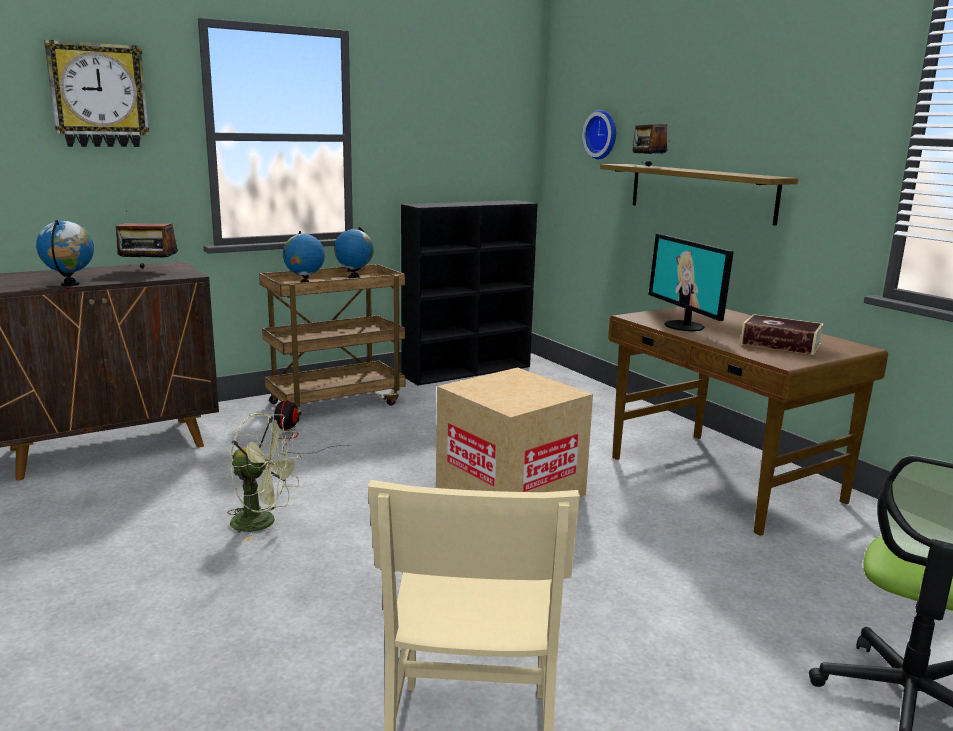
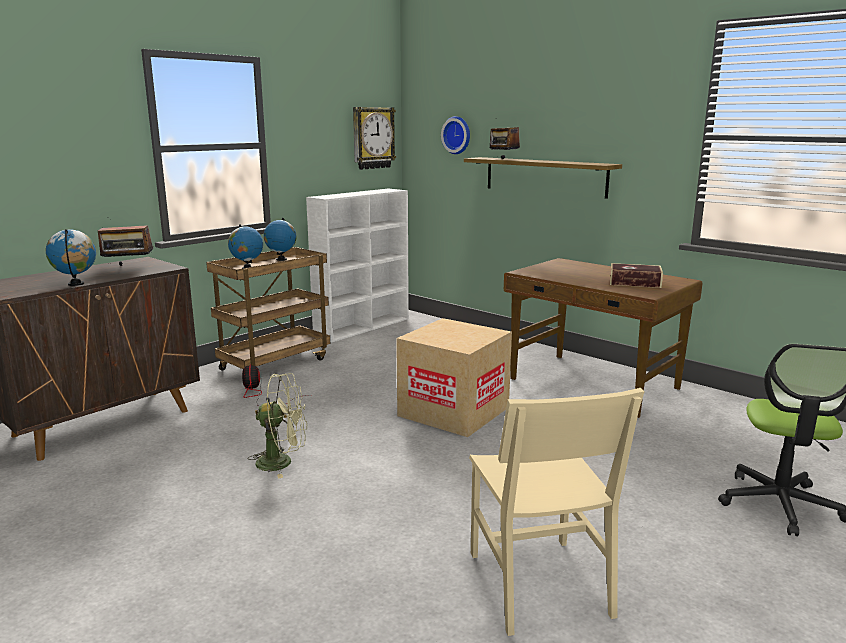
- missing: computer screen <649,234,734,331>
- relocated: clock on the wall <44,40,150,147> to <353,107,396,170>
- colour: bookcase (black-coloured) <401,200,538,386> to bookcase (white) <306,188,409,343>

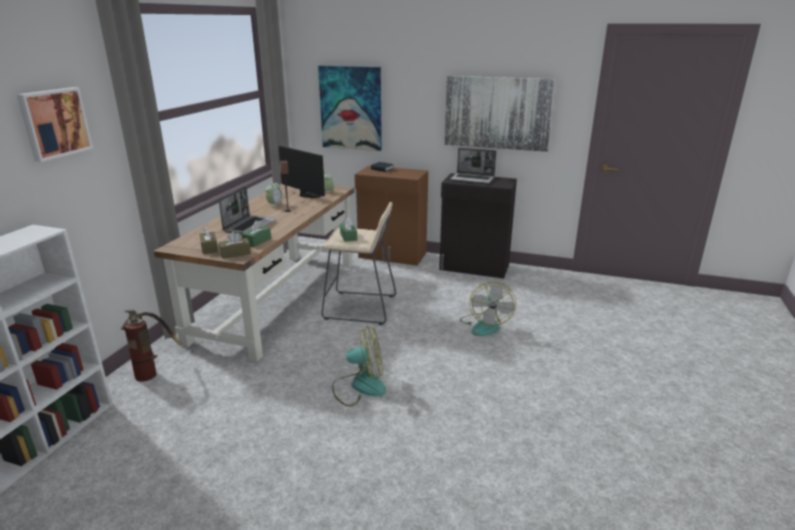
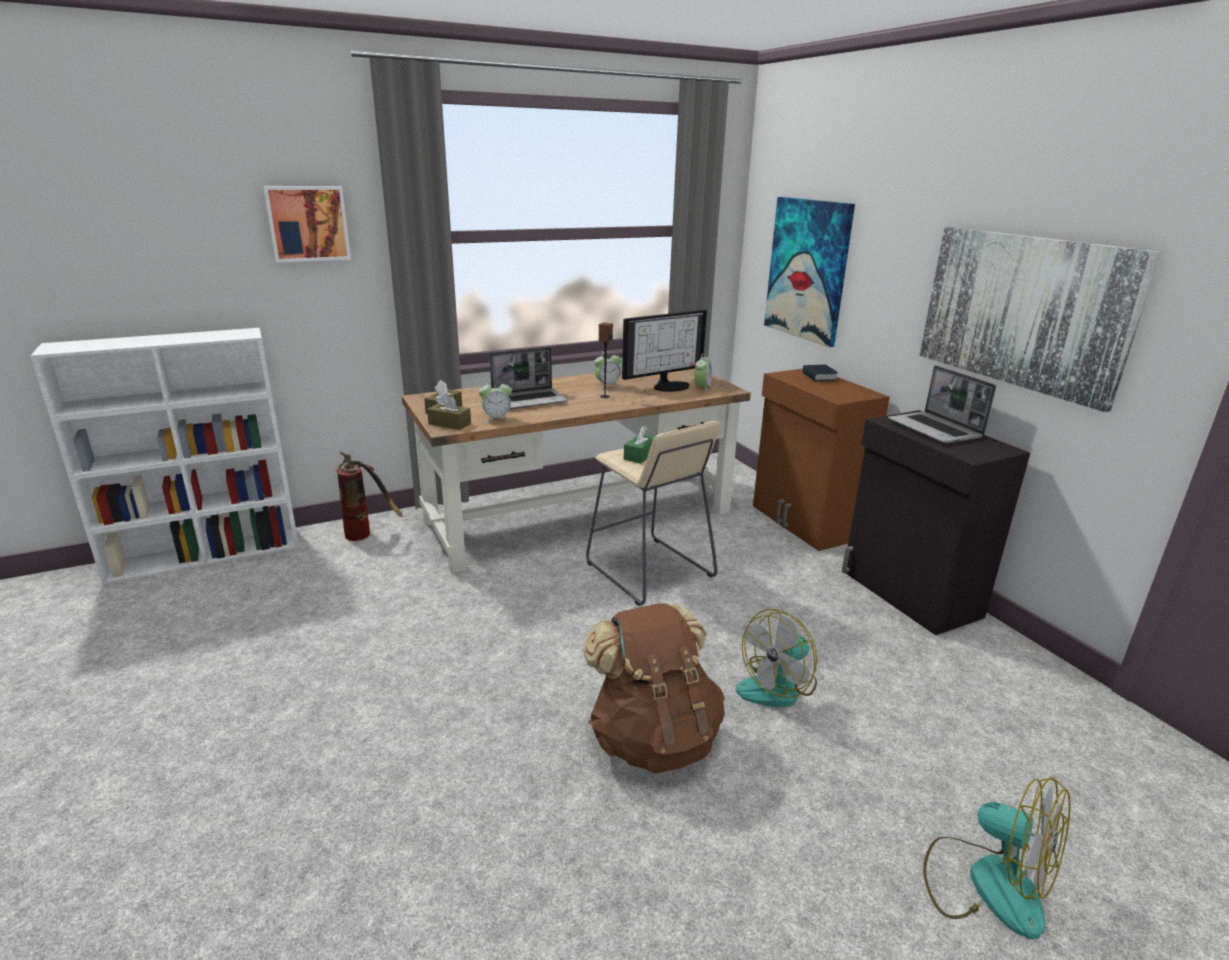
- appeared: rucksack (brownish) <583,603,725,773>
- relocated: fan <332,326,386,406> to <923,777,1070,939>
- exchanged: box of tissues (green) <242,220,271,247> to table clock <479,379,512,423>
- spun: computer screen <278,146,325,198> = <622,310,707,392> 60 degrees clockwise

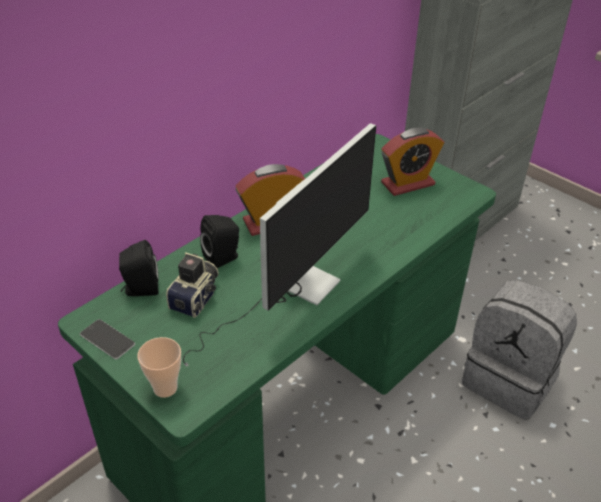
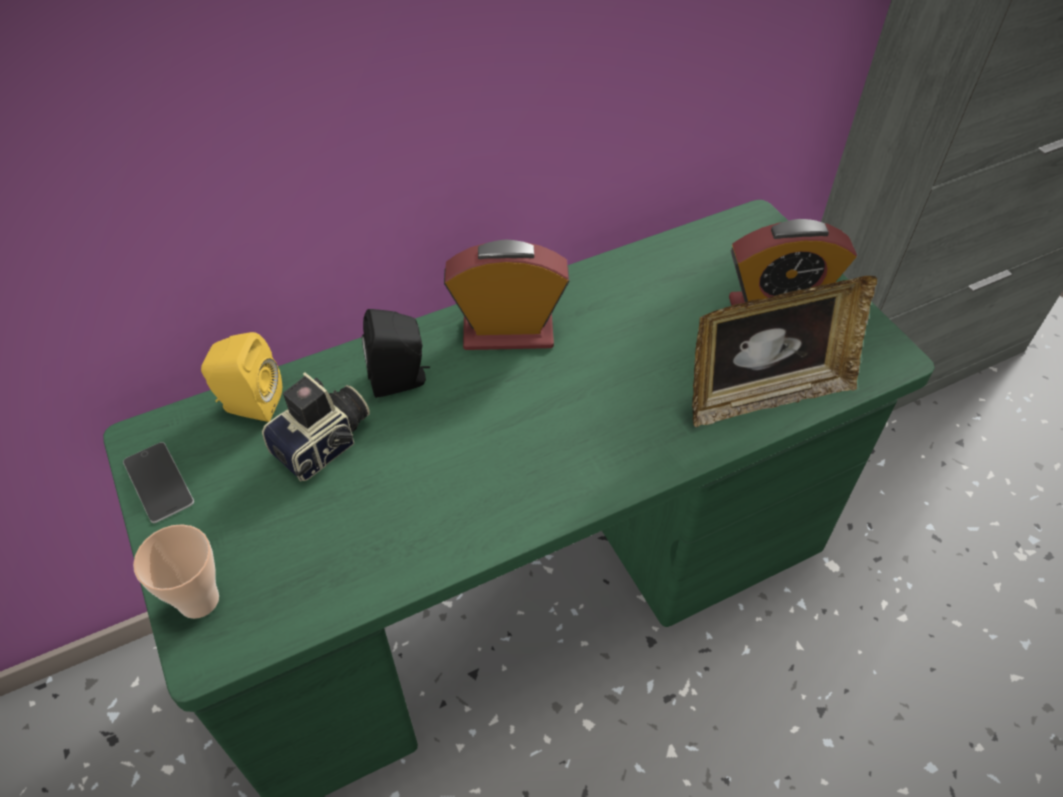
- missing: computer screen <183,123,376,366>
- missing: rucksack (gray) <462,280,577,420>
- appeared: picture frame <692,276,877,427>
- colour: audio speaker (black-coloured) <119,240,159,296> to audio speaker (yellow-coloured) <201,332,282,422>

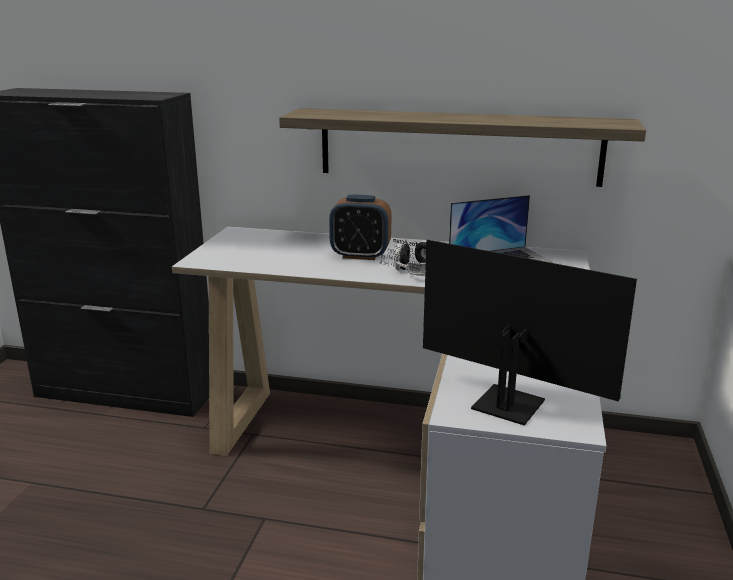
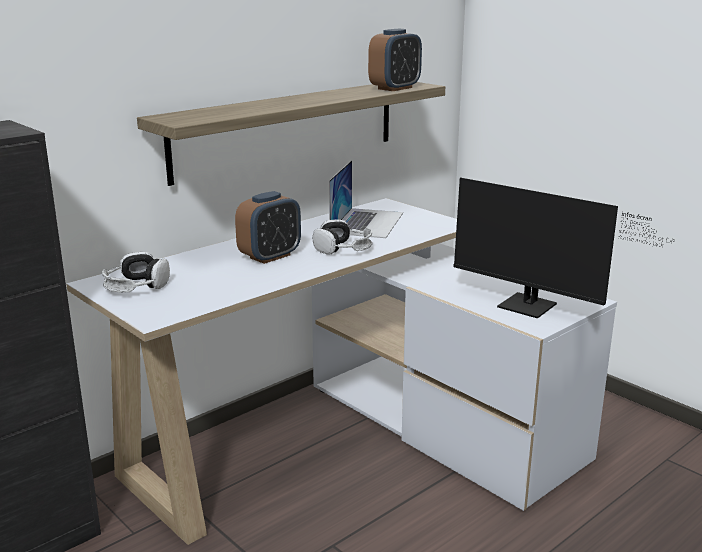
- appeared: headphones <102,252,170,292>
- appeared: table clock <368,29,422,91>
- spun: computer screen <371,239,637,426> = <453,178,675,319> 120 degrees counterclockwise

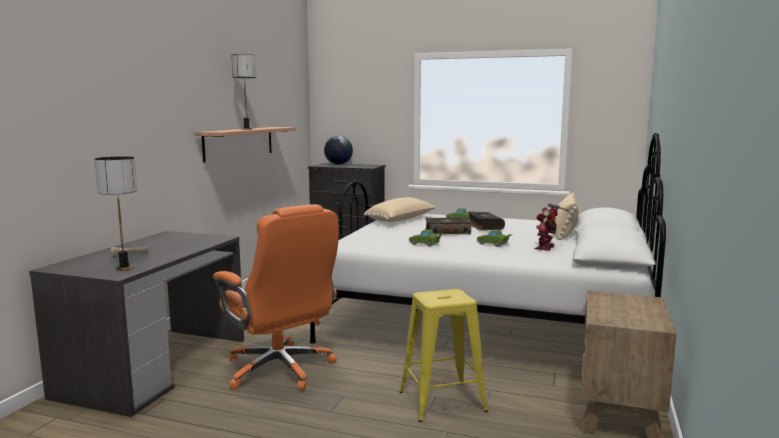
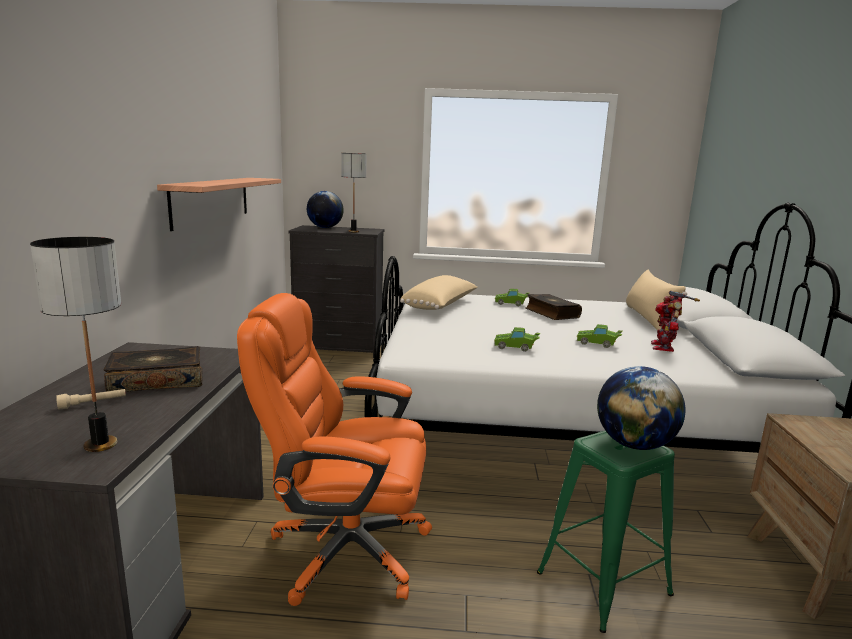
- appeared: world globe <597,366,685,450>
- relocated: table lamp <232,54,257,130> to <341,153,366,233>
- relocated: book <425,217,471,234> to <103,346,202,392>
- colour: stool (yellow-coloured) <399,289,488,422> to stool (green) <537,431,675,633>
- spun: desk chair (orangey) <213,204,339,390> = <237,293,432,606> 150 degrees clockwise

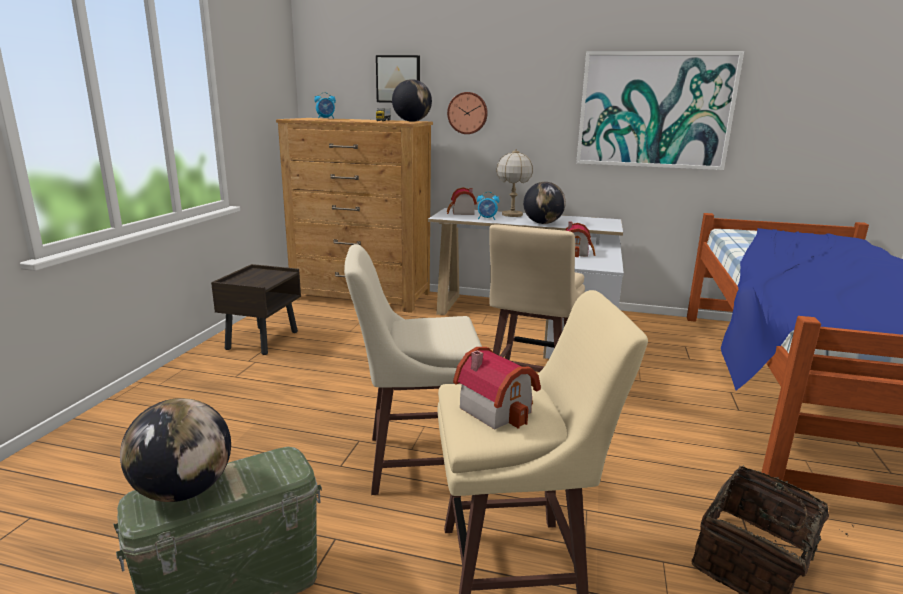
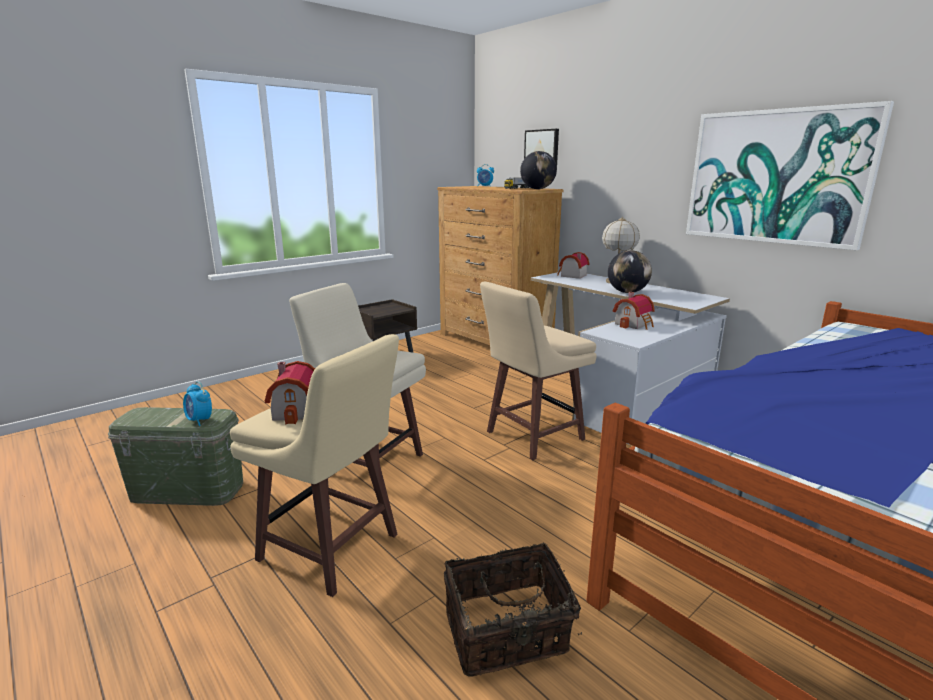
- missing: world globe <120,398,231,502>
- missing: clock on the wall <447,92,488,134>
- relocated: table clock <477,192,499,220> to <183,381,212,426>

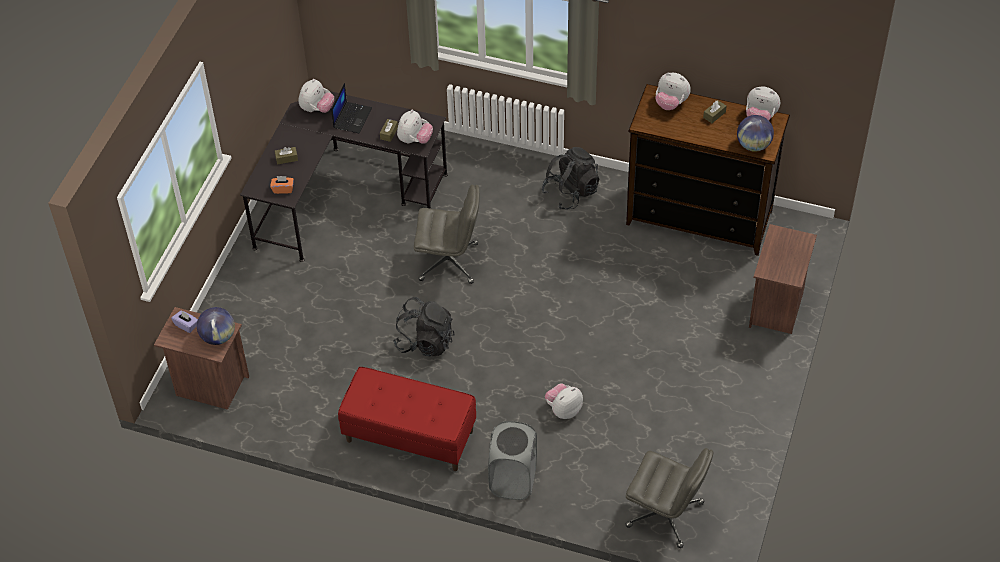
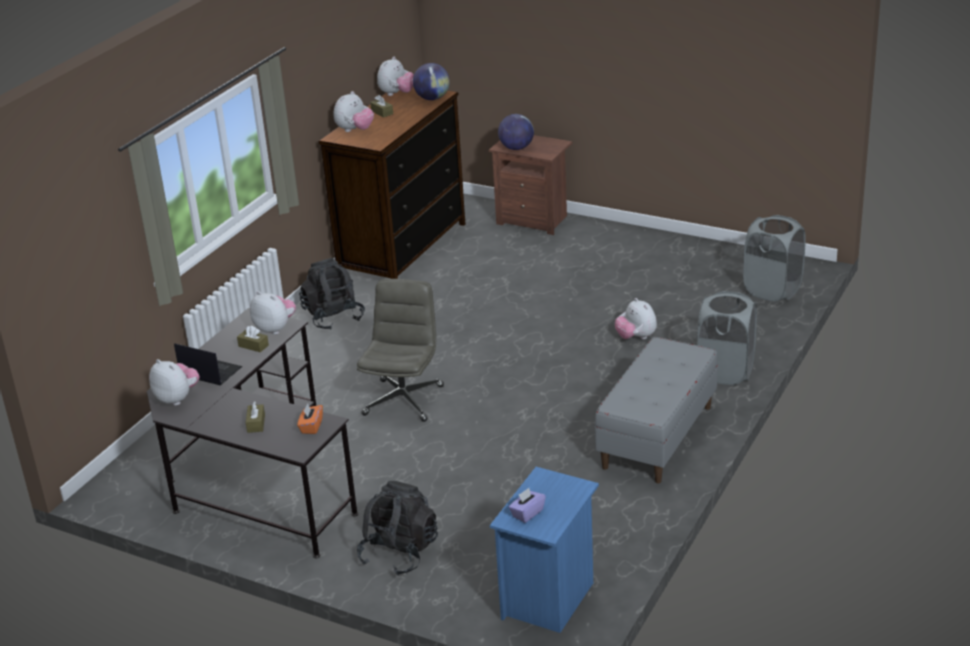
- relocated: world globe <197,307,235,345> to <498,114,534,150>
- relocated: rucksack (black-coloured) <393,297,455,356> to <357,481,438,576>
- exchanged: desk chair (gray) <625,448,713,548> to laundry basket (gray) <743,215,806,302>
- colour: bedside table (brownish) <154,307,249,410> to bedside table (blue) <490,467,599,633>
- colour: bench (red) <338,367,476,471> to bench (gray) <595,337,718,483>

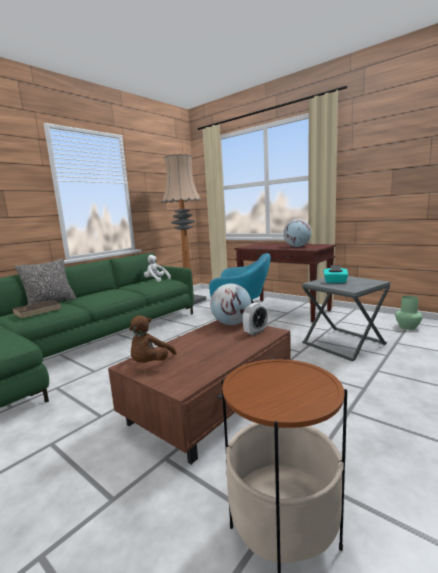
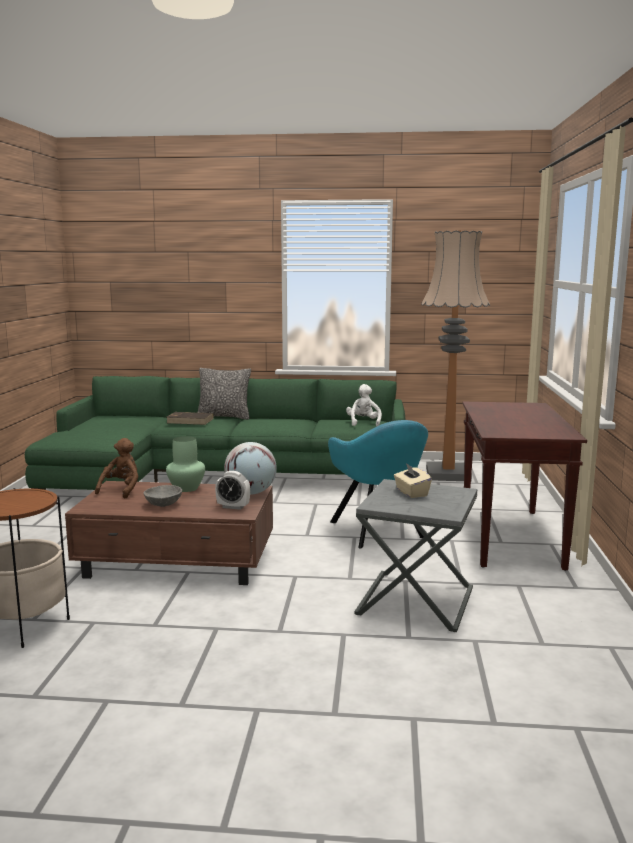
- missing: world globe <283,219,311,247>
- appeared: bowl (gray) <144,485,182,507>
- relocated: decorative vase (green) <395,296,423,330> to <166,436,205,492>
- colour: box of tissues (blue-green) <323,265,348,283> to box of tissues (beige-coloured) <394,463,432,498>
- spun: soft toy (brownish) <129,315,177,363> = <95,438,139,499> 120 degrees clockwise

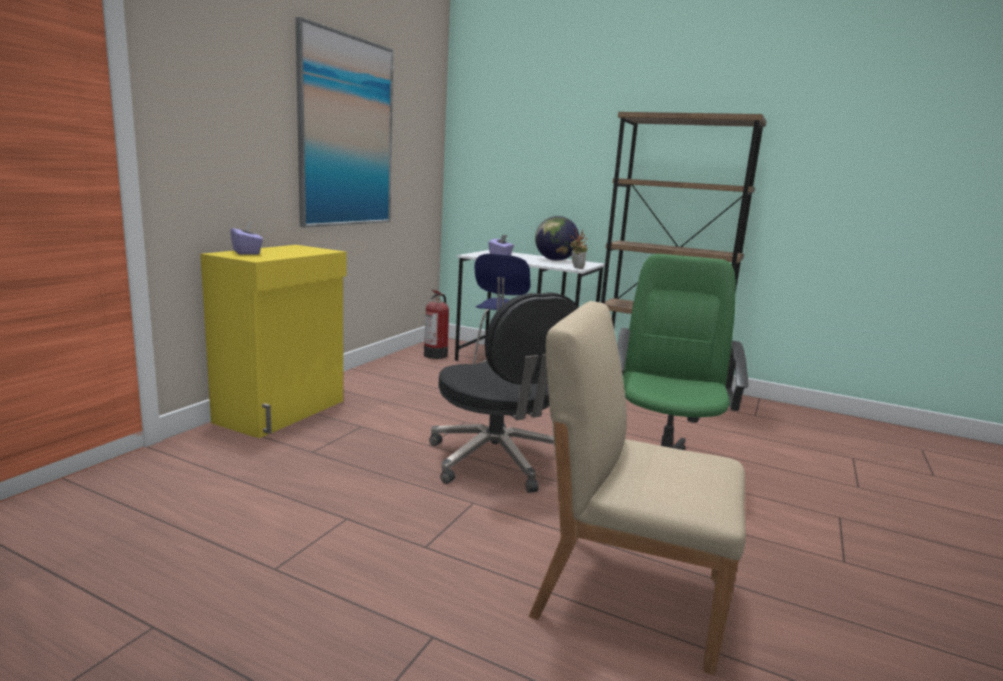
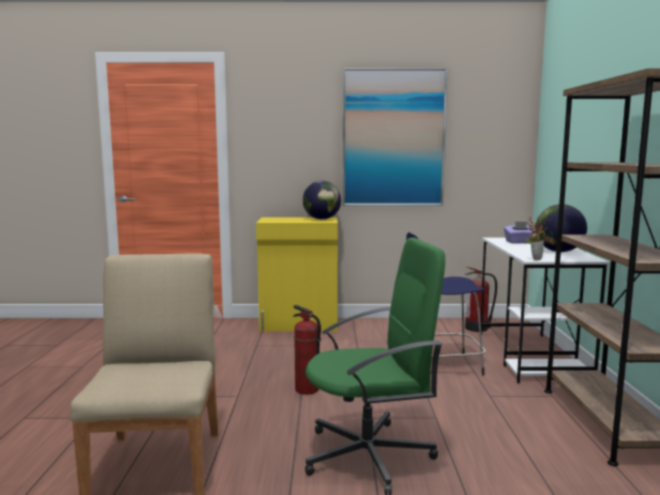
- missing: box of tissues (purplish) <230,221,263,255>
- appeared: world globe <303,181,341,219>
- exchanged: desk chair (black-coloured) <429,292,578,493> to fire extinguisher <293,305,321,395>

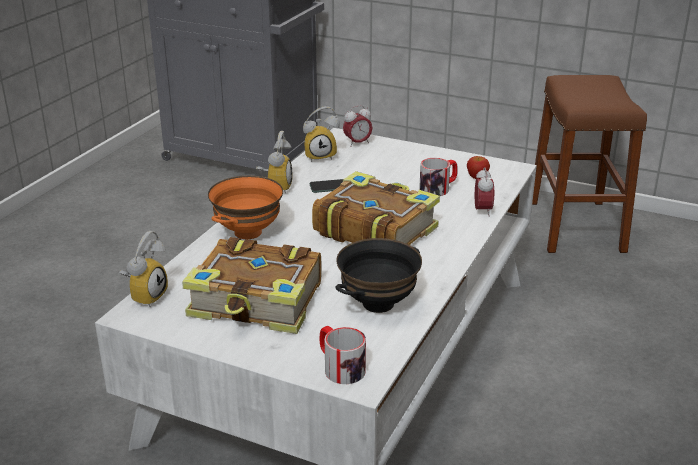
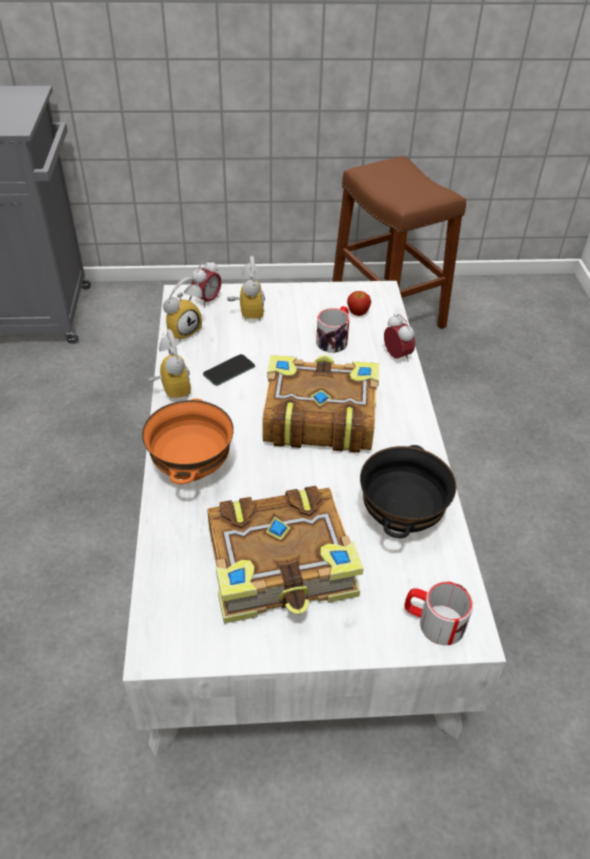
- relocated: table clock <119,231,168,308> to <227,256,265,320>

